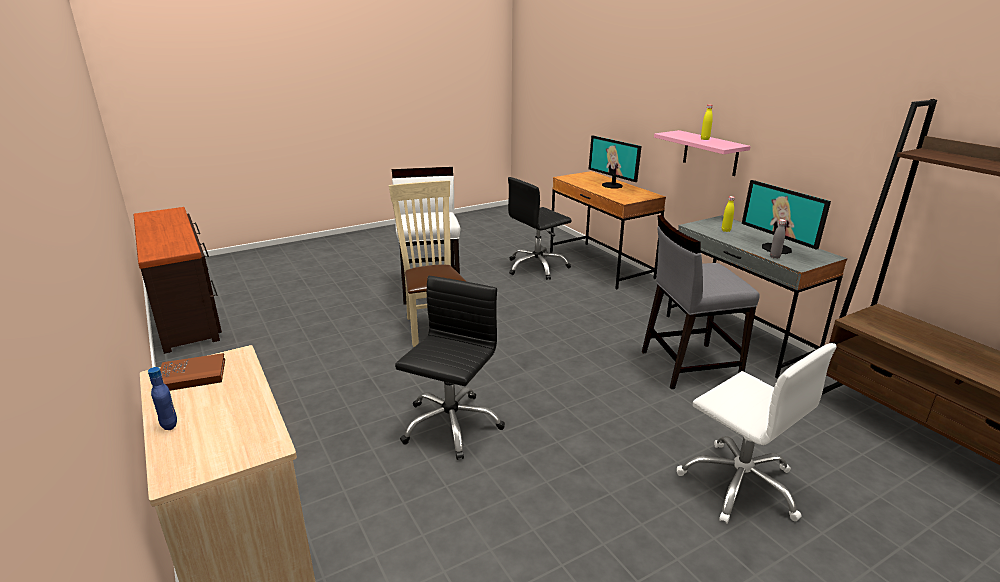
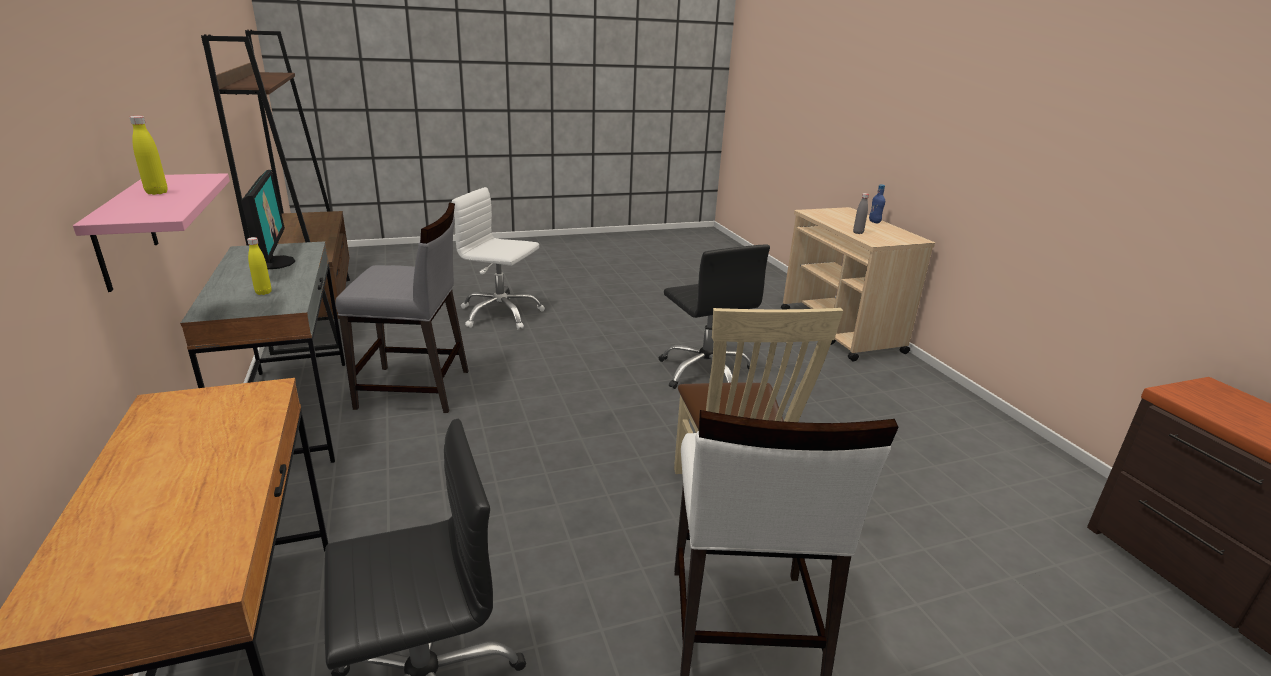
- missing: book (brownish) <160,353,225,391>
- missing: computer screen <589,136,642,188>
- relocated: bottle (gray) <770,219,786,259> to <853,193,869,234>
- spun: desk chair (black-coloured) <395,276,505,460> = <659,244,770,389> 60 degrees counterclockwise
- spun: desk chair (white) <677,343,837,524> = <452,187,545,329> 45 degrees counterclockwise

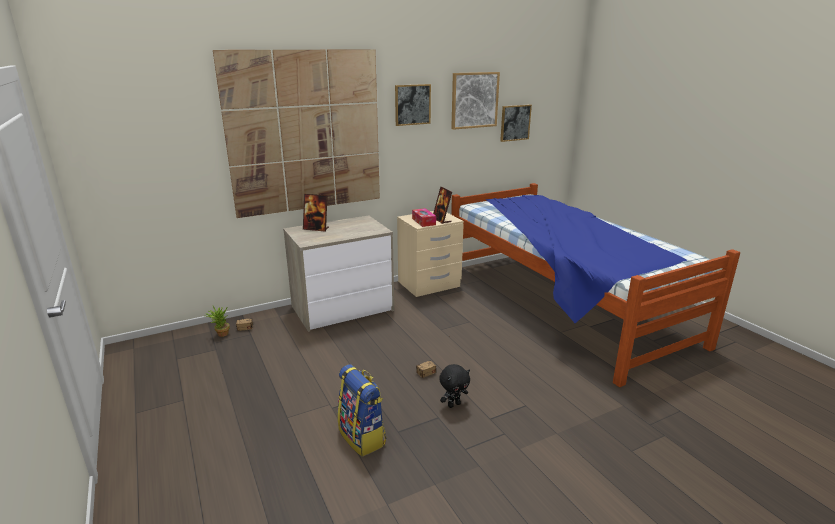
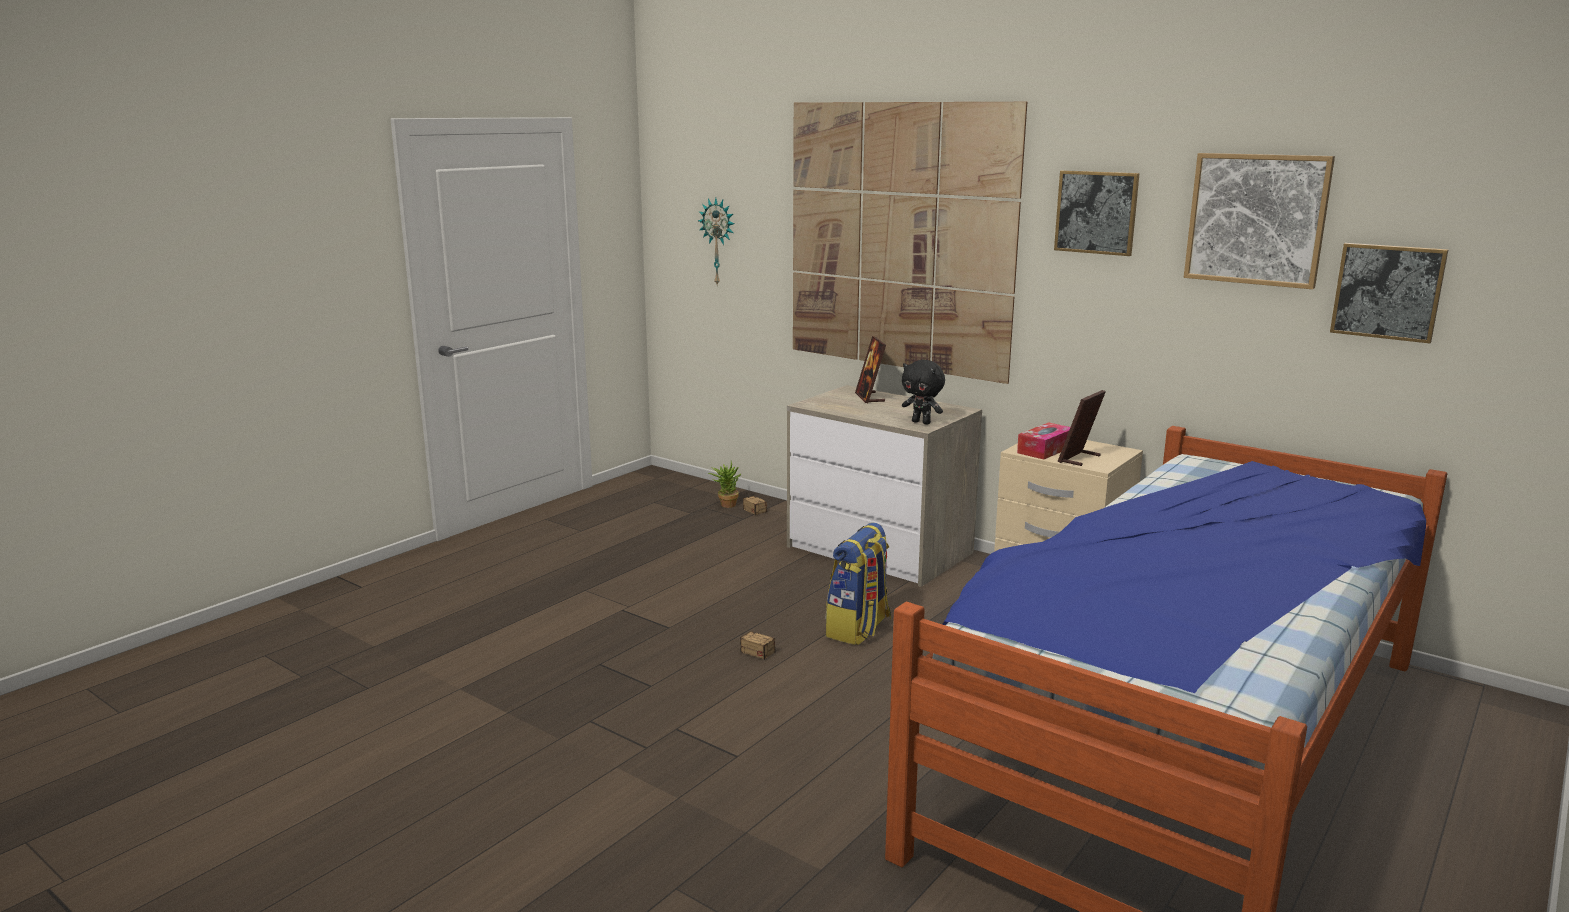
- appeared: clock on the wall <698,198,735,285>
- relocated: rucksack <337,364,387,457> to <825,522,891,645>
- relocated: soft toy (black-coloured) <439,364,470,408> to <902,360,945,425>

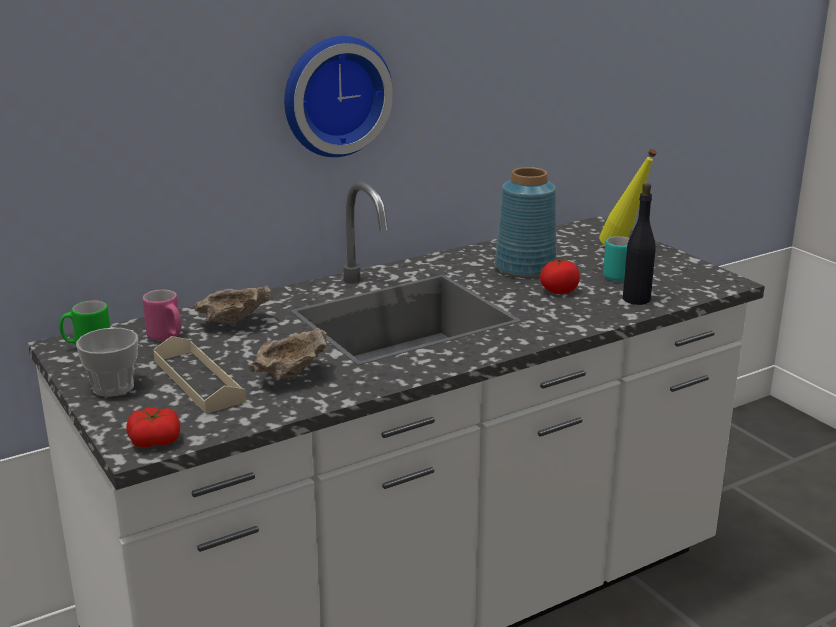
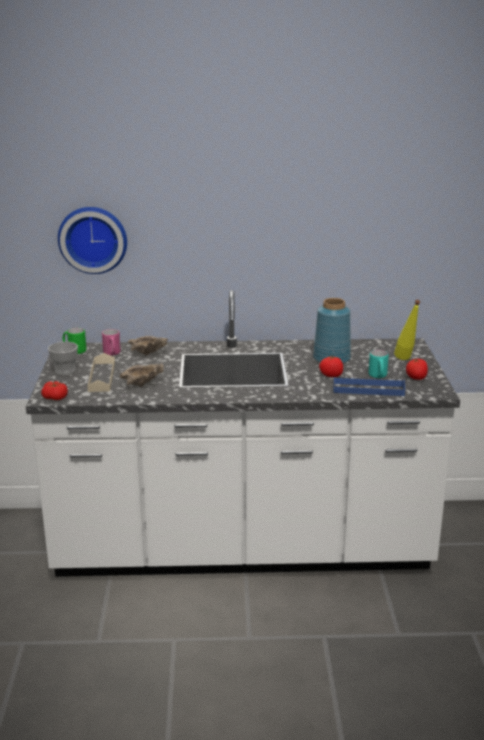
- appeared: tomato <406,359,428,380>
- relocated: clock on the wall <284,36,393,157> to <58,207,127,274>
- exchanged: bottle (black-coloured) <623,183,655,305> to tray (blue) <333,377,405,396>

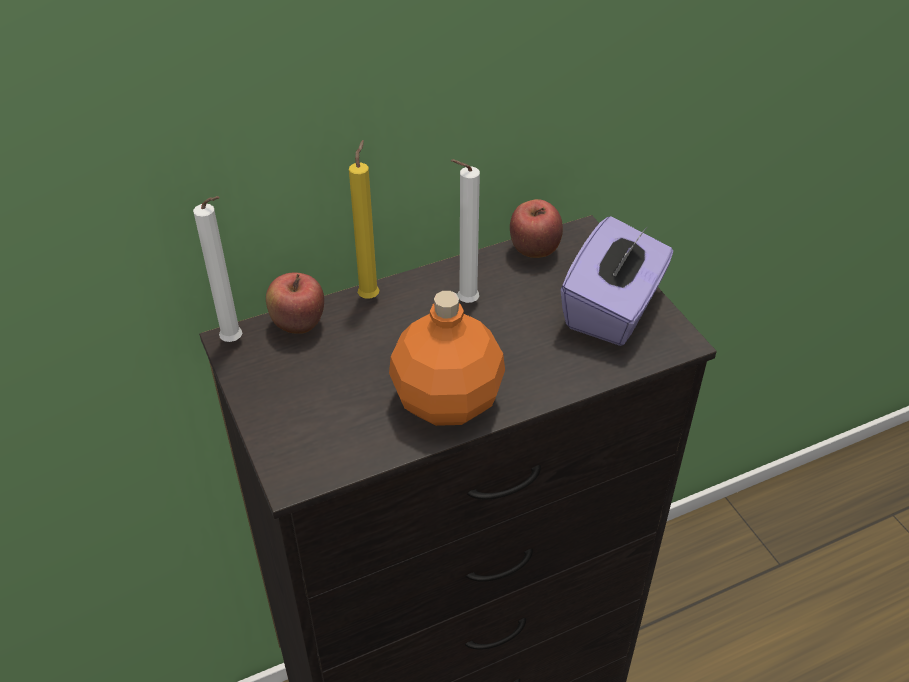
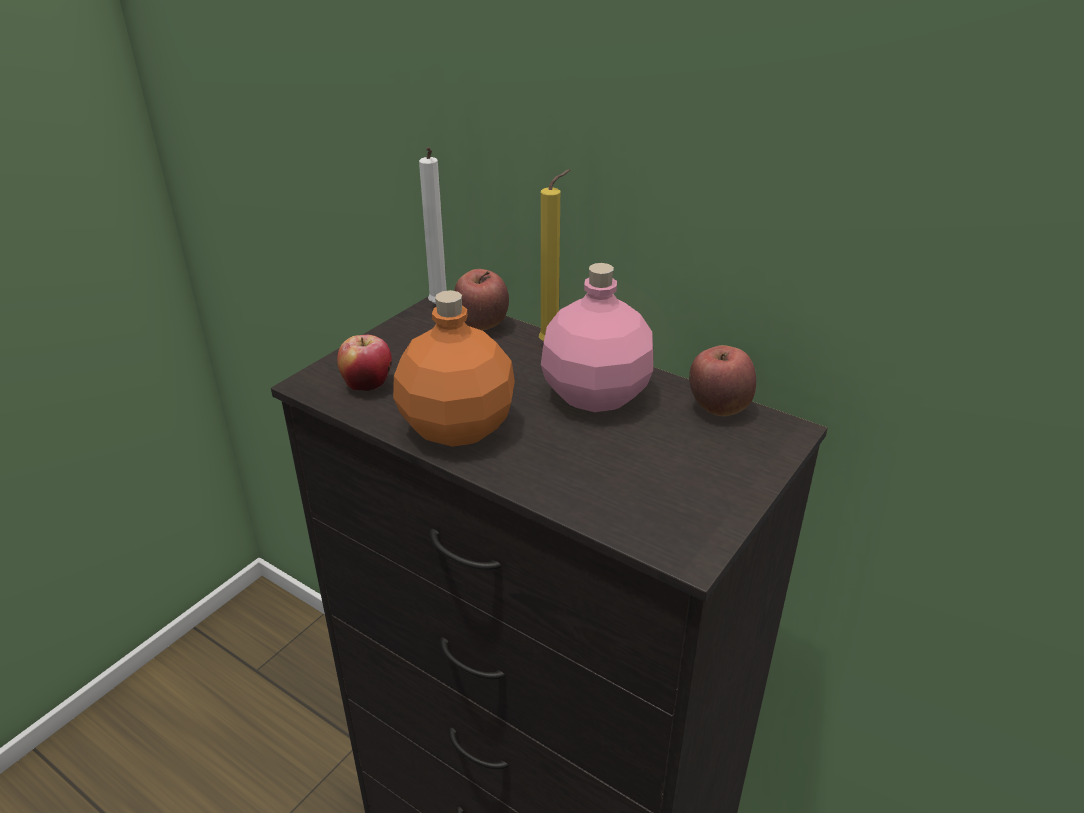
- missing: box of tissues (purplish) <561,216,673,346>
- appeared: apple fruit <337,335,392,391>
- exchanged: wax candle (white) <451,159,480,303> to bottle (pink-coloured) <541,263,653,412>

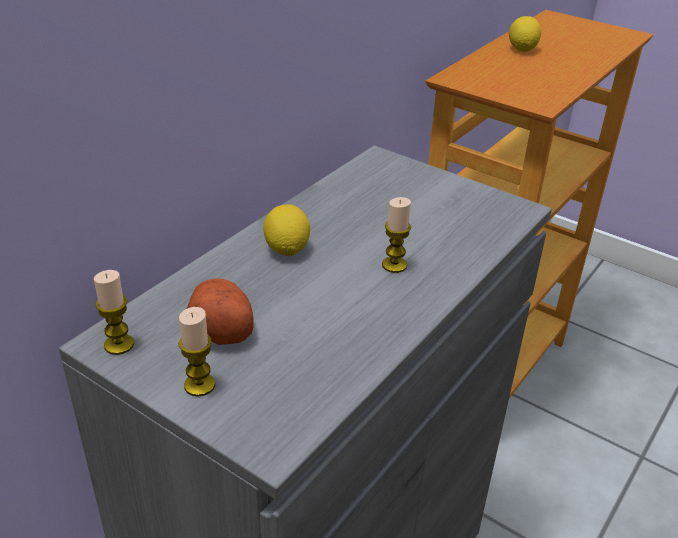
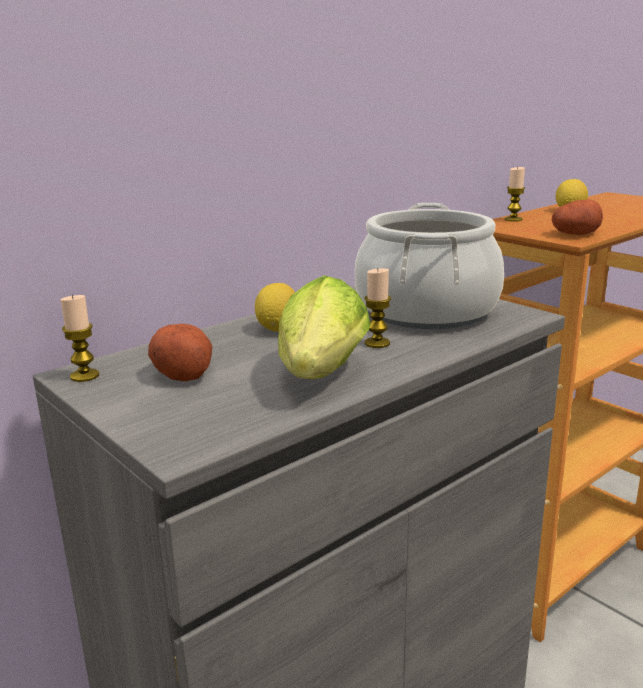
- appeared: head of lettuce <278,275,371,379>
- appeared: cooking pot <355,203,504,329>
- appeared: potato <552,199,603,235>
- relocated: wax candle <178,307,215,397> to <505,167,525,222>

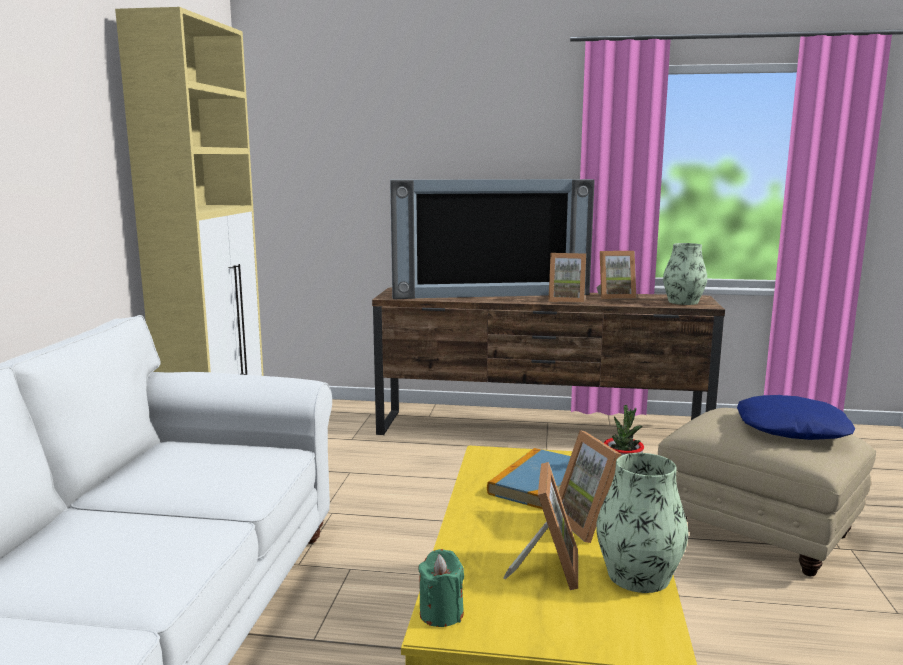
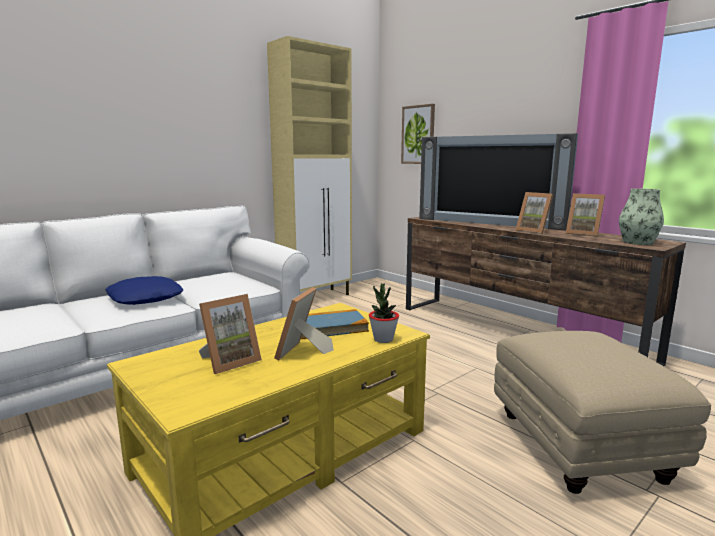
- missing: wax candle (green) <418,549,464,627>
- missing: decorative vase <597,453,689,593>
- appeared: picture <401,104,435,164>
- relocated: pillow (blue) <737,395,855,440> to <105,276,183,305>

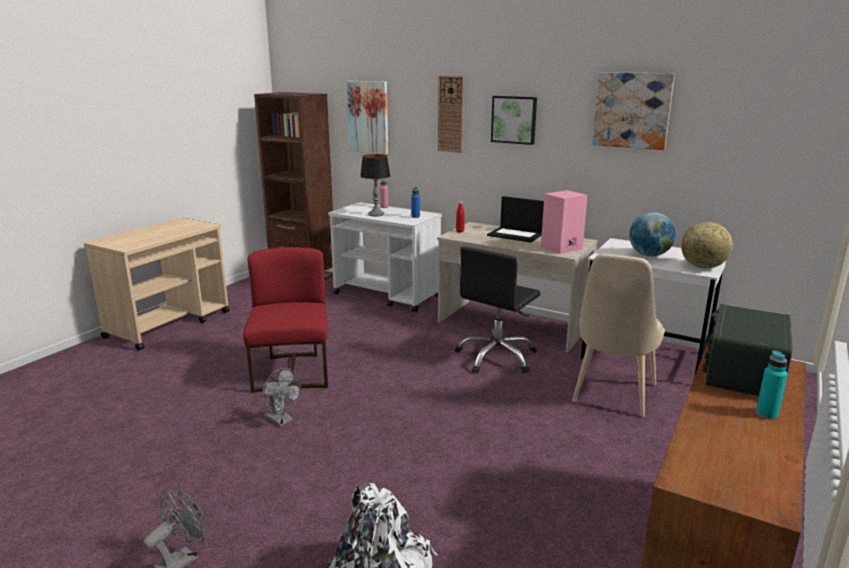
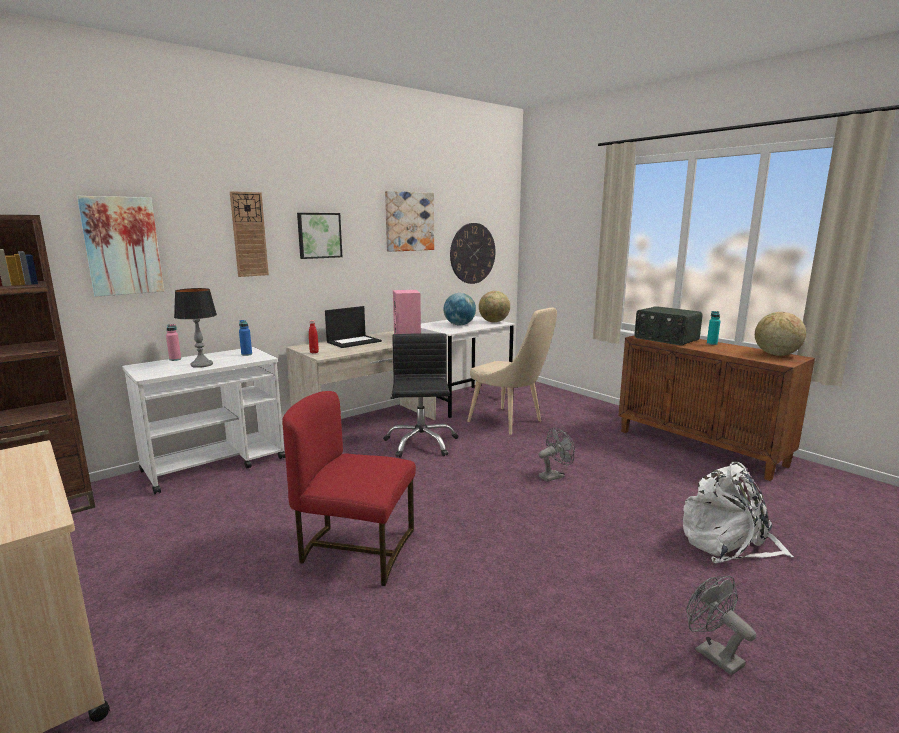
- appeared: clock on the wall <450,223,495,284>
- appeared: world globe <755,312,806,356>
- relocated: fan (gray) <262,368,301,427> to <539,428,575,482>
- spun: desk chair (black-coloured) <455,247,540,374> = <383,333,458,458> 150 degrees counterclockwise

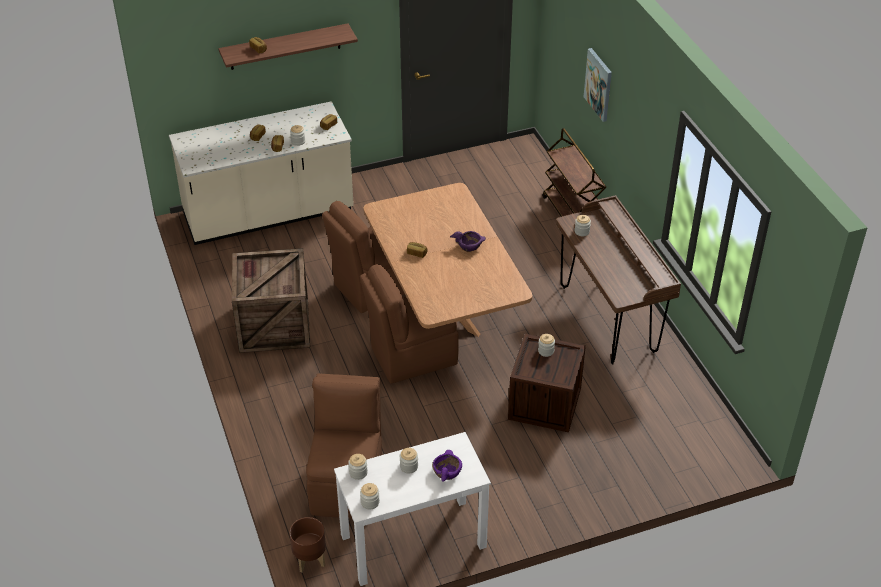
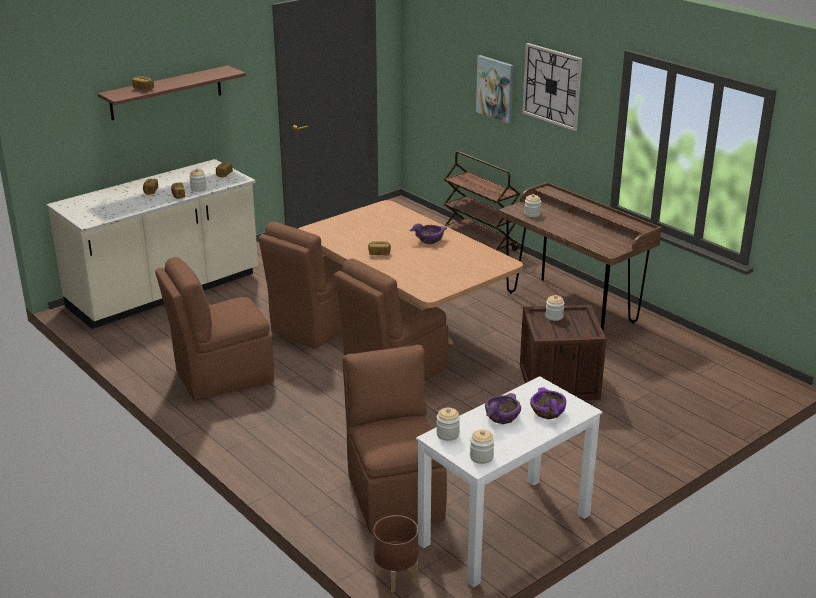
- appeared: clock on the wall <522,43,582,131>
- exchanged: packing crate <232,248,310,353> to plain chair (brownish) <155,257,274,401>
- exchanged: preserve jar <400,448,418,474> to bowl (purplish) <485,393,521,424>

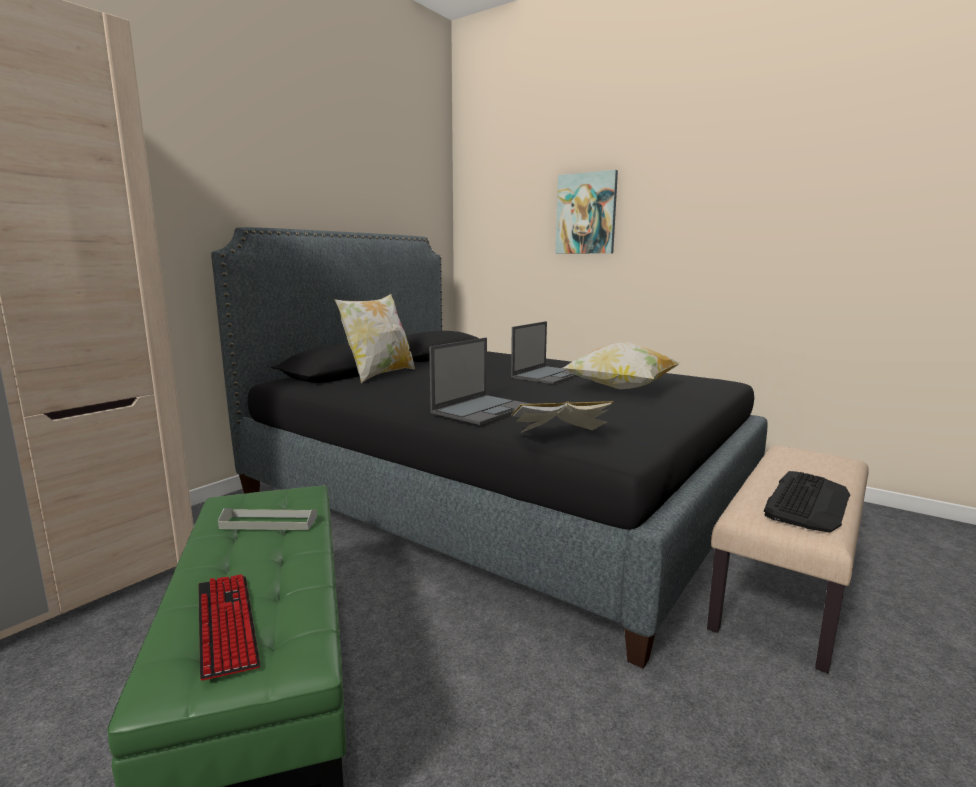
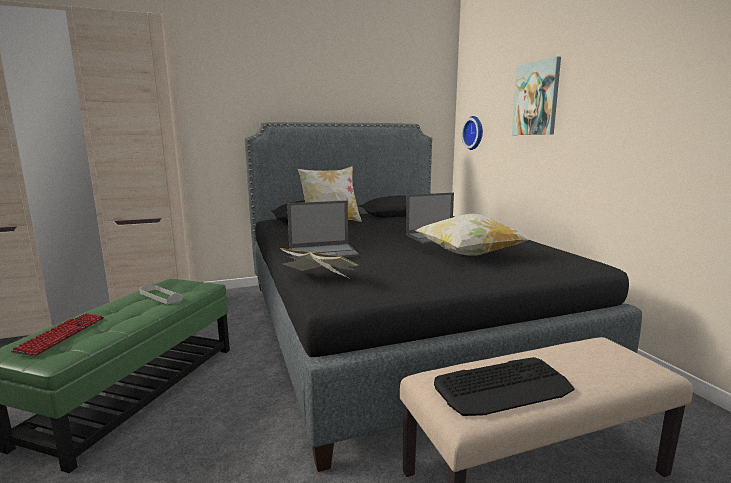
- appeared: clock on the wall <461,116,483,150>

